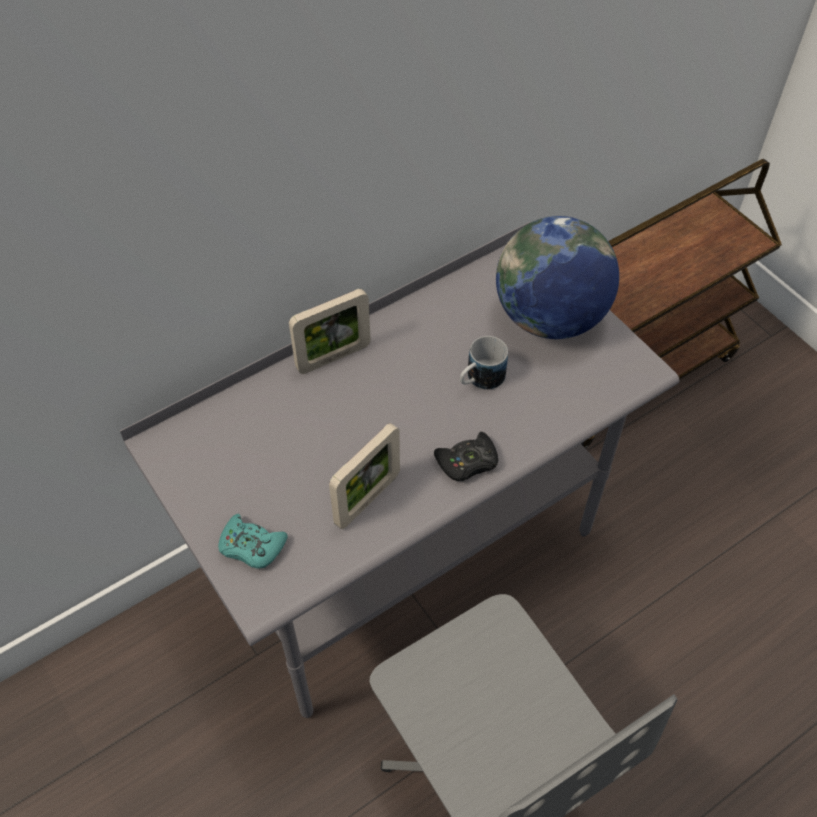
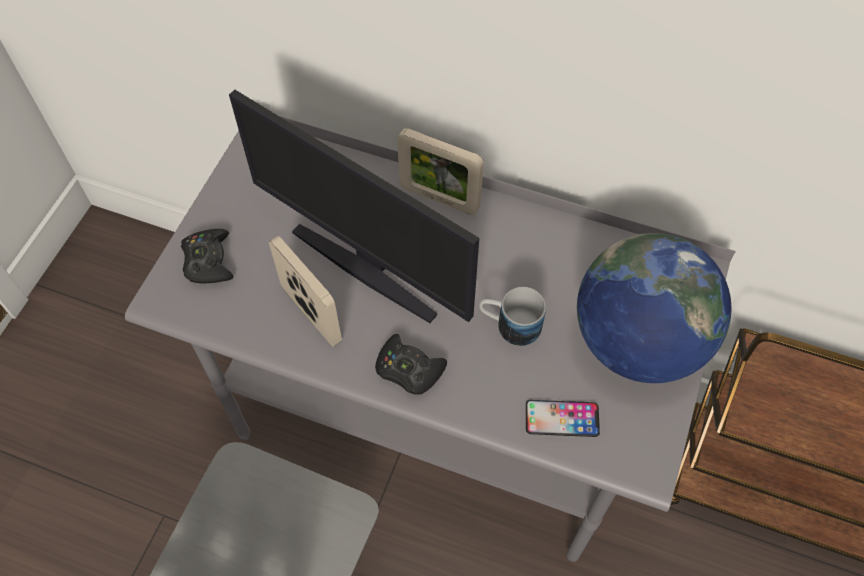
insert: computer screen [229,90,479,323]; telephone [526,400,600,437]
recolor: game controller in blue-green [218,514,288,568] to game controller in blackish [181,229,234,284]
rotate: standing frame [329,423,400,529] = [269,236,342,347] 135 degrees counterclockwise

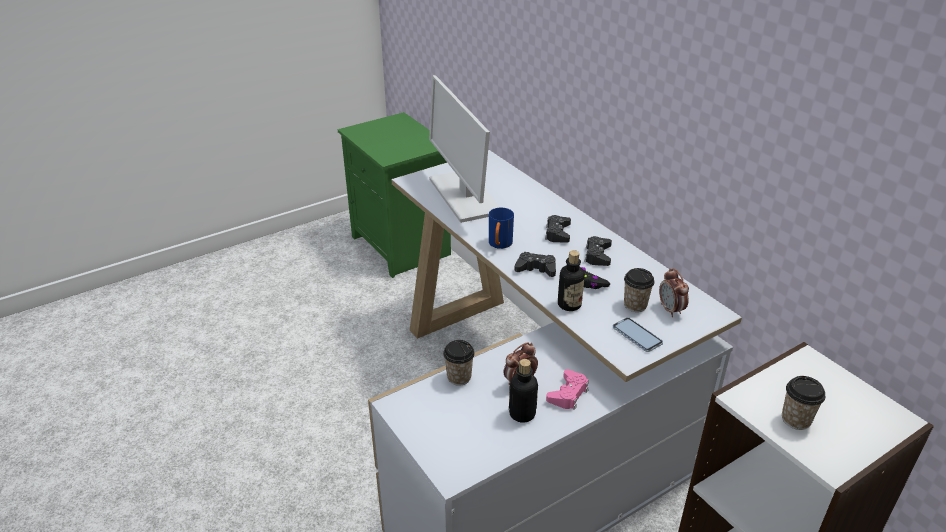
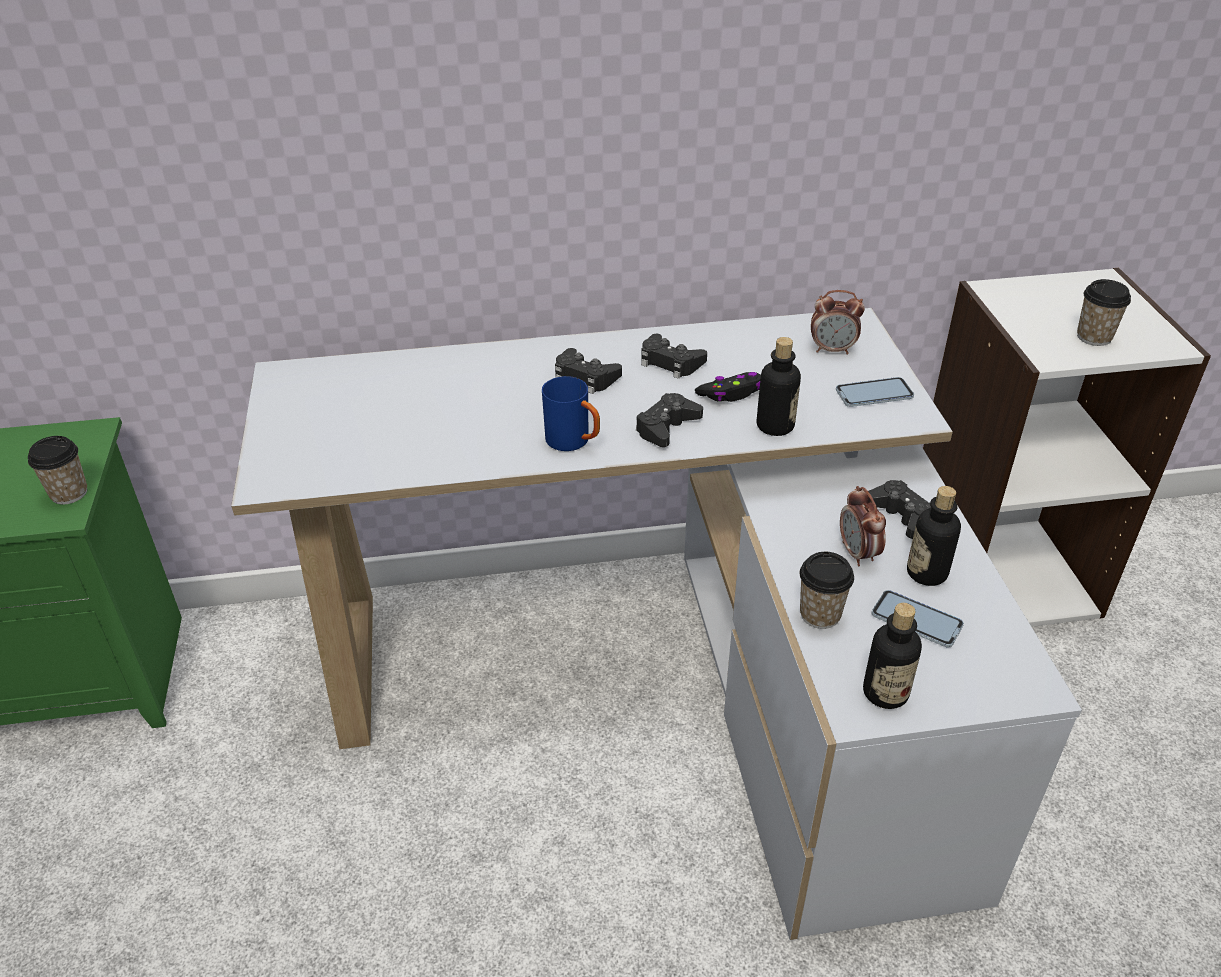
delete: computer screen [429,75,501,223]
insert: drink bottle [863,603,922,709]; telephone [872,590,964,648]
move: drinking cup [624,268,654,312] to [28,436,87,505]
recolor: game controller in pink-coloured [546,369,589,410] to game controller in blackish [868,480,931,539]

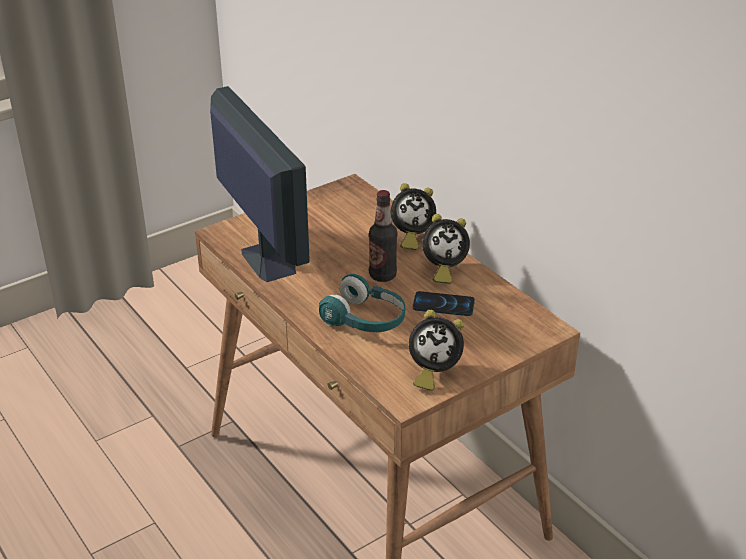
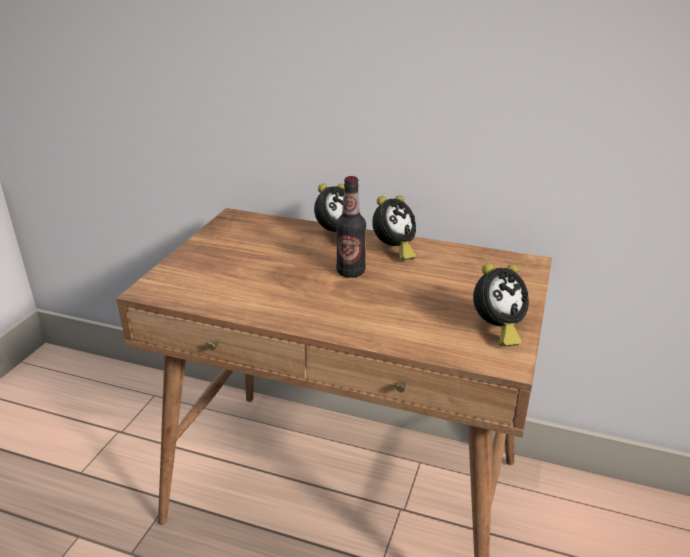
delete: computer screen [210,86,310,282]; headset in blue-green [319,274,405,332]; telephone [413,291,475,316]

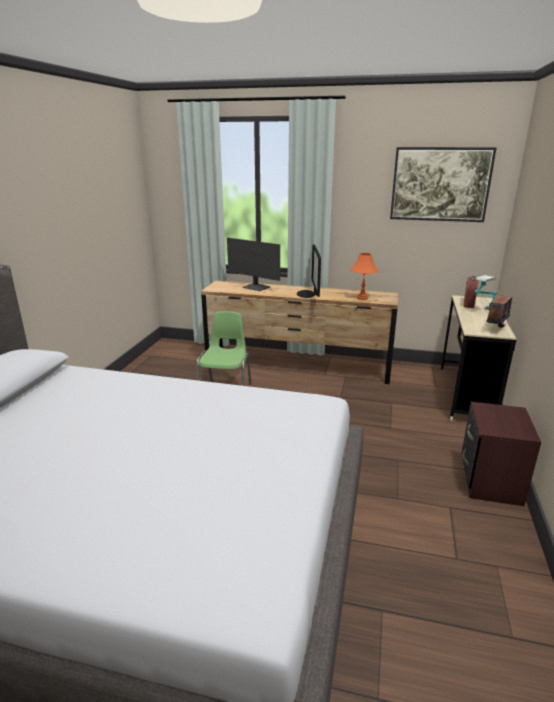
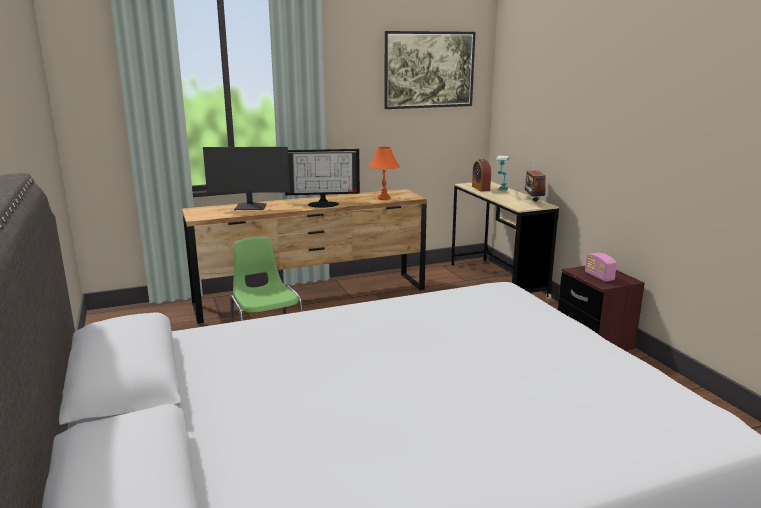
insert: radio set [585,253,617,282]
rotate: computer screen [297,244,321,298] = [285,149,360,208] 60 degrees counterclockwise

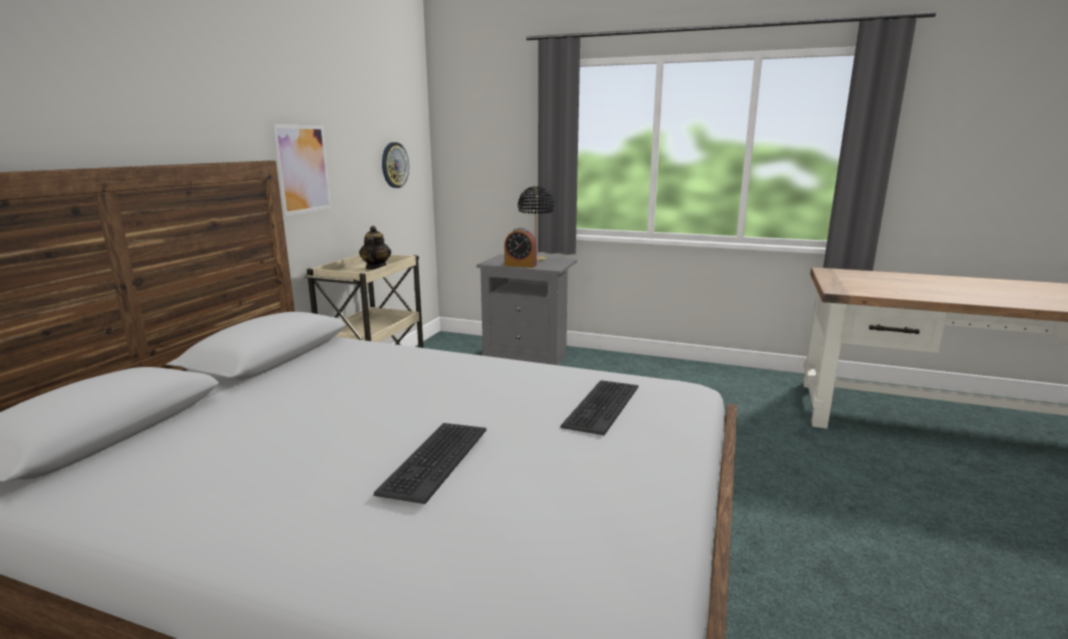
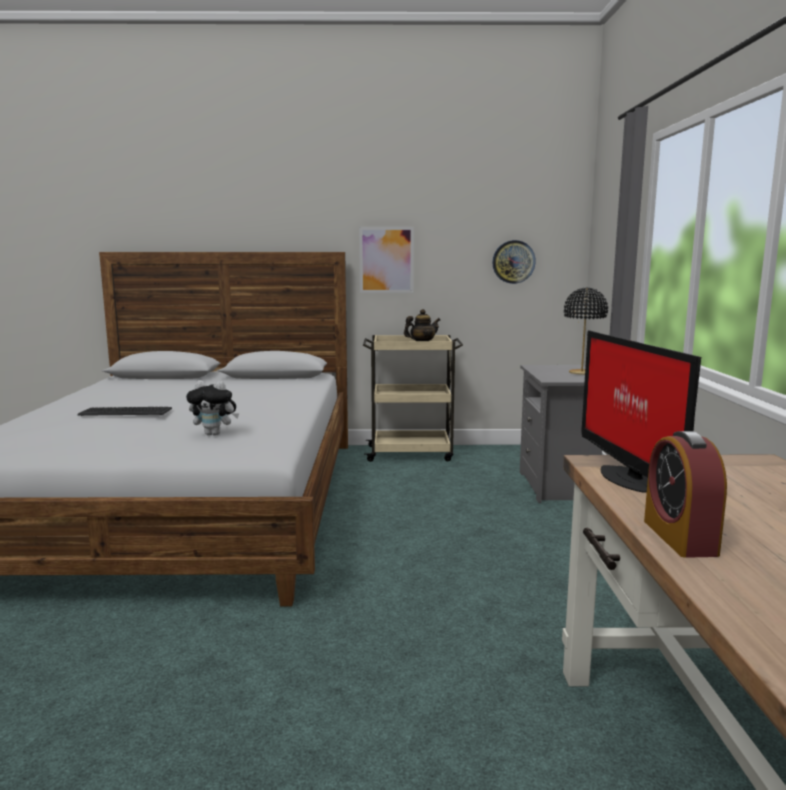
insert: computer screen [581,330,701,493]
move: alarm clock [504,228,537,268] to [644,431,727,558]
replace: keyboard [561,380,638,435] to soft toy [186,380,239,436]

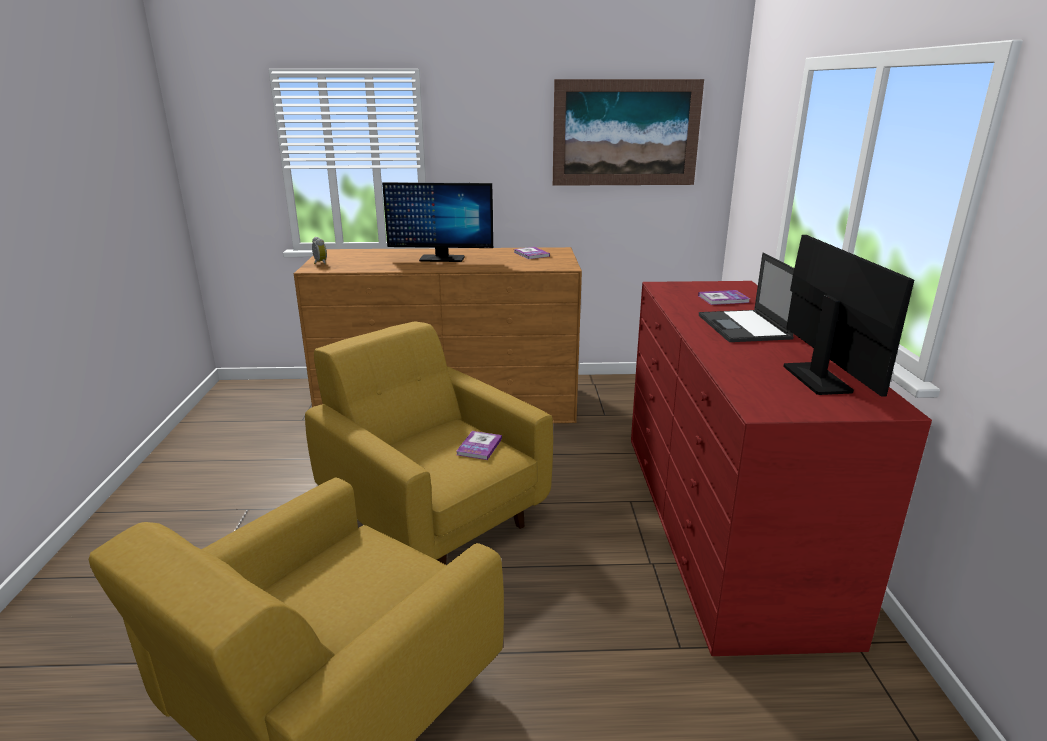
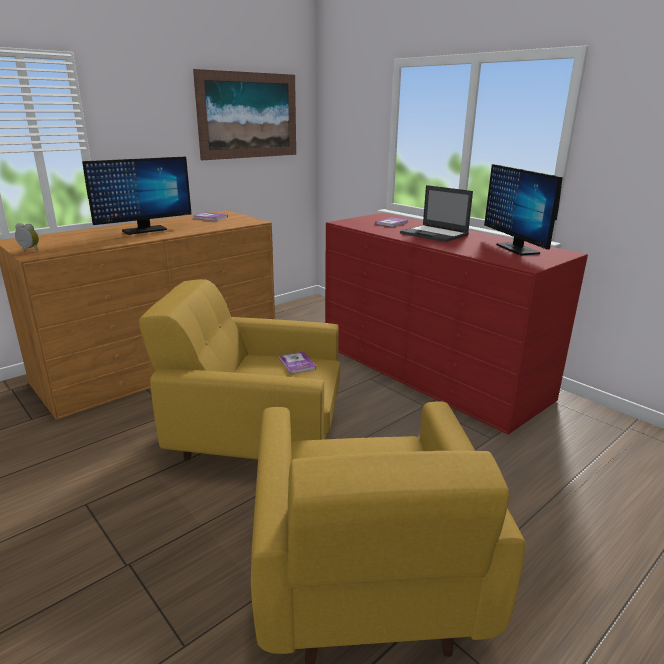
rotate: computer screen [784,235,914,397] = [484,164,563,255] 150 degrees counterclockwise

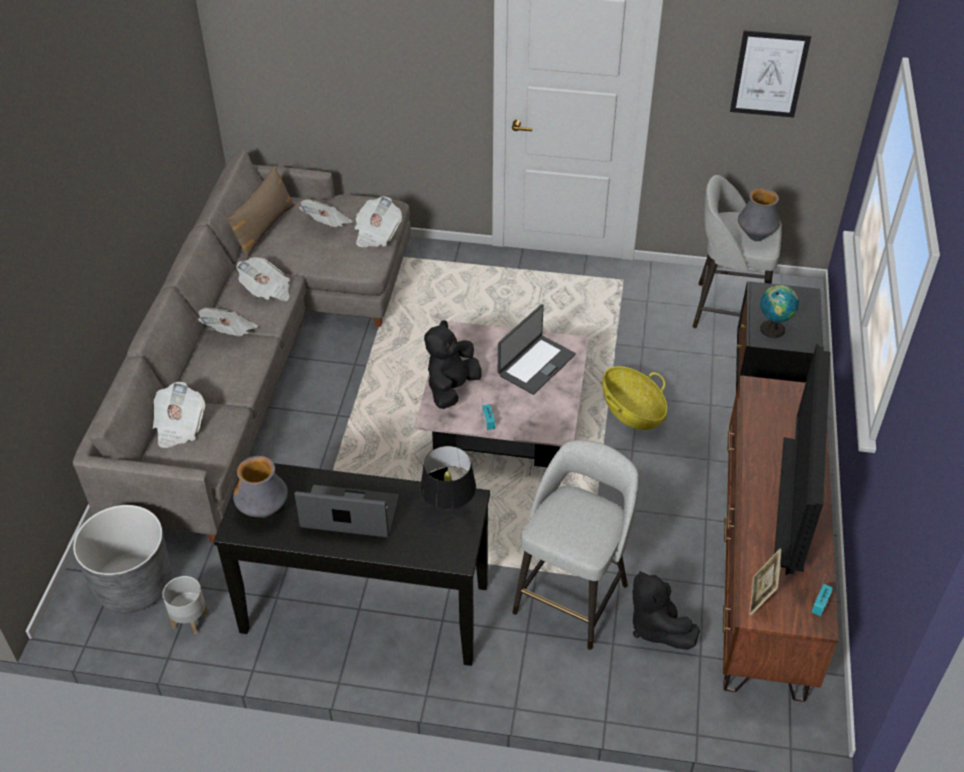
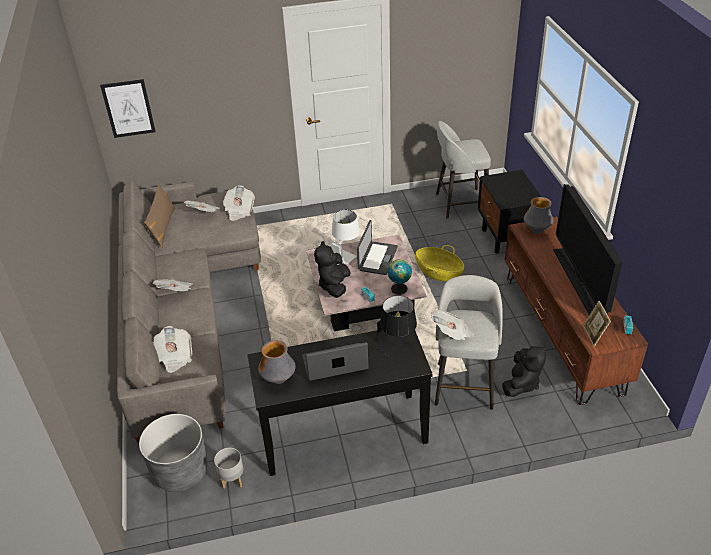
insert: tabletop lamp in white-coloured [331,210,360,264]
move: daily paper [236,257,290,301] to [431,309,475,340]; picture [730,30,811,118] to [100,79,156,138]; decorative vase [738,188,780,241] to [524,197,554,234]; desk globe [760,285,799,338] to [387,259,412,295]
rotate: soft toy in blackish [632,571,700,650] = [502,345,546,397] 105 degrees counterclockwise

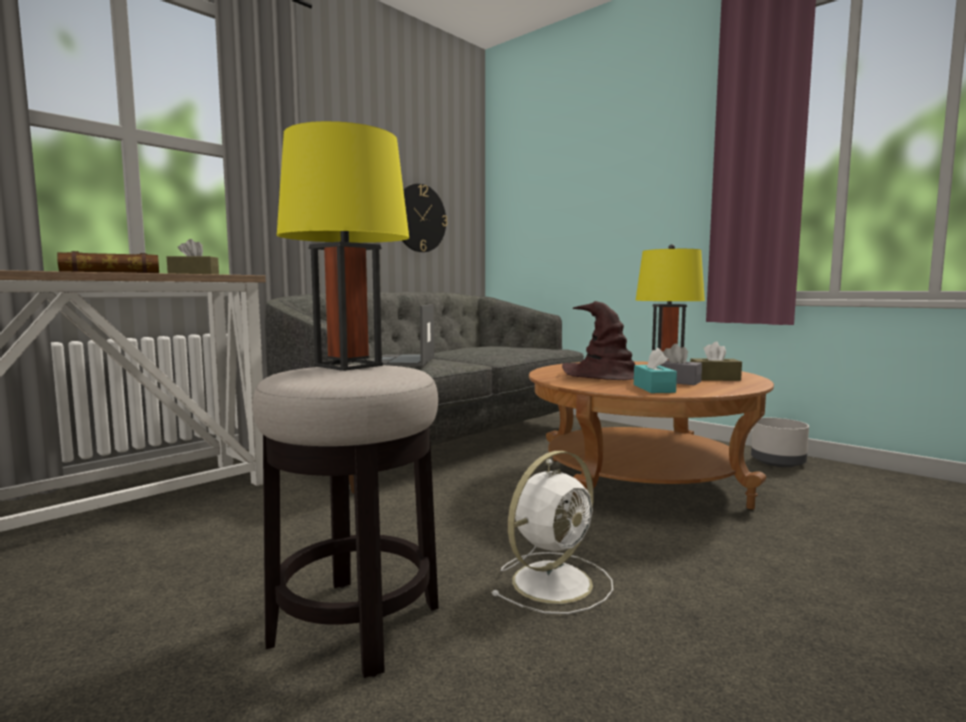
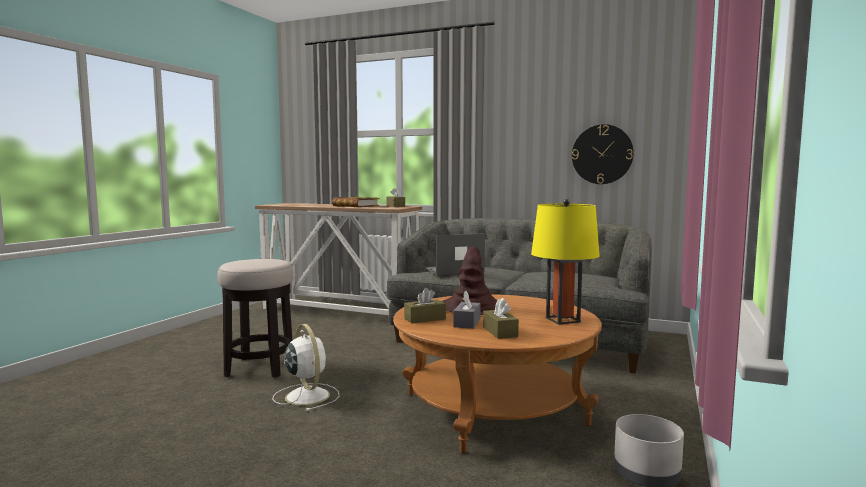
delete: tabletop lamp in yellow-coloured [276,121,409,371]
recolor: tissue holder in blue-green [634,348,677,393] to tissue holder in brownish [404,288,446,323]
rotate: electric fan in white-coloured [491,451,613,614] = [273,324,339,411] 150 degrees counterclockwise

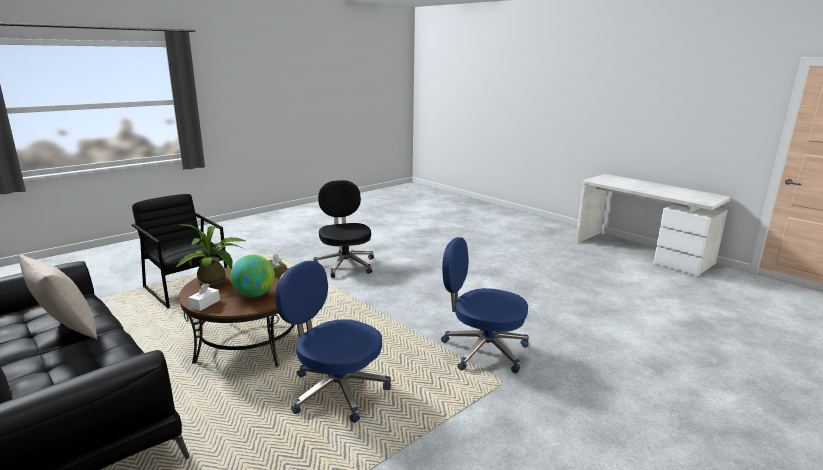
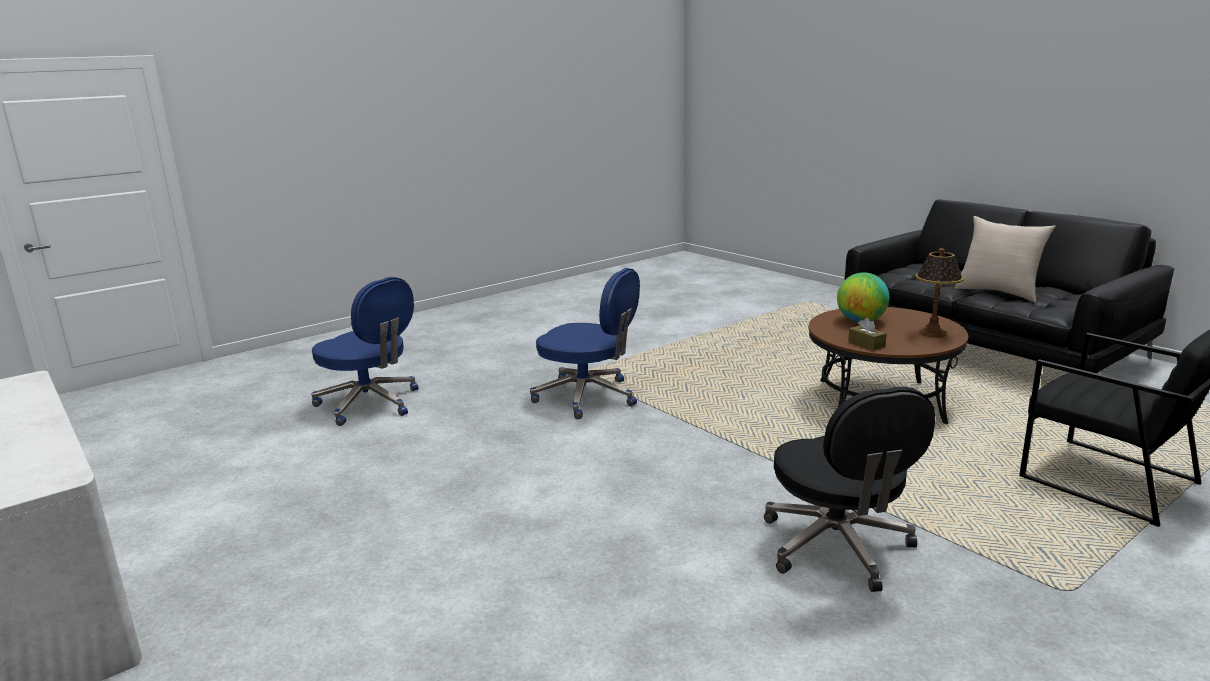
delete: tissue holder in white-coloured [188,283,220,311]
move: desk chair in blue [275,261,391,423] to [311,277,418,426]
replace: potted plant [176,224,245,286] to tabletop lamp [915,248,964,337]

